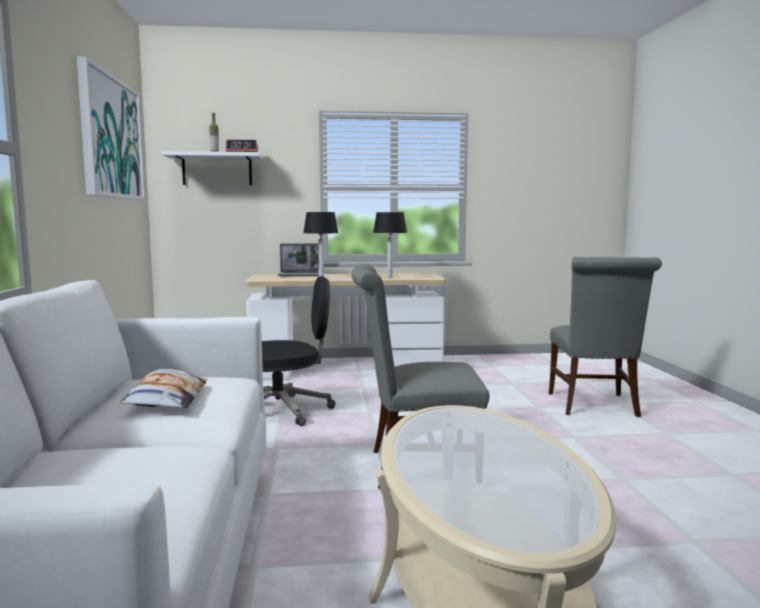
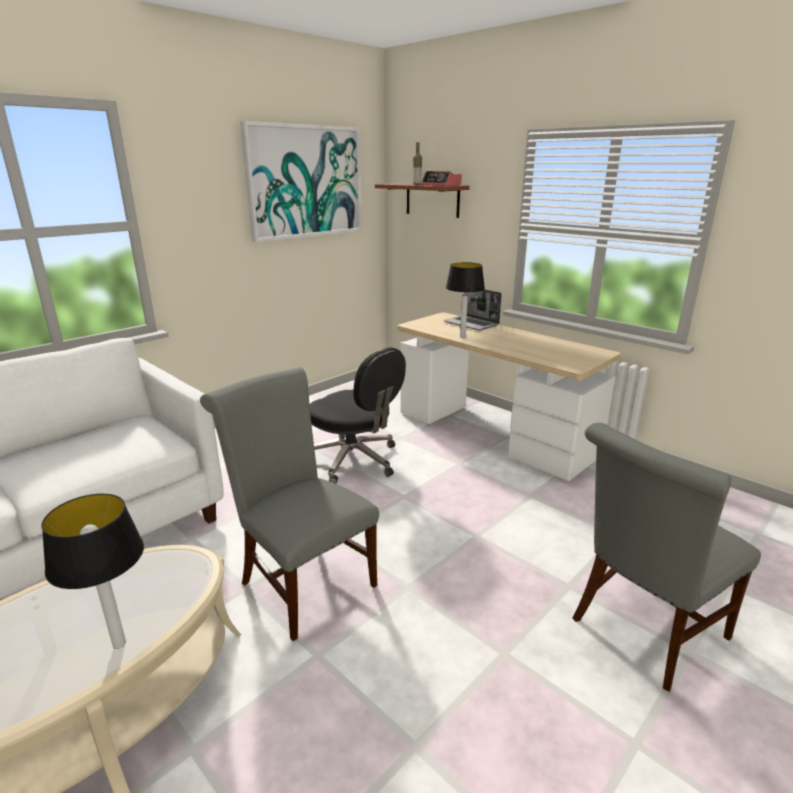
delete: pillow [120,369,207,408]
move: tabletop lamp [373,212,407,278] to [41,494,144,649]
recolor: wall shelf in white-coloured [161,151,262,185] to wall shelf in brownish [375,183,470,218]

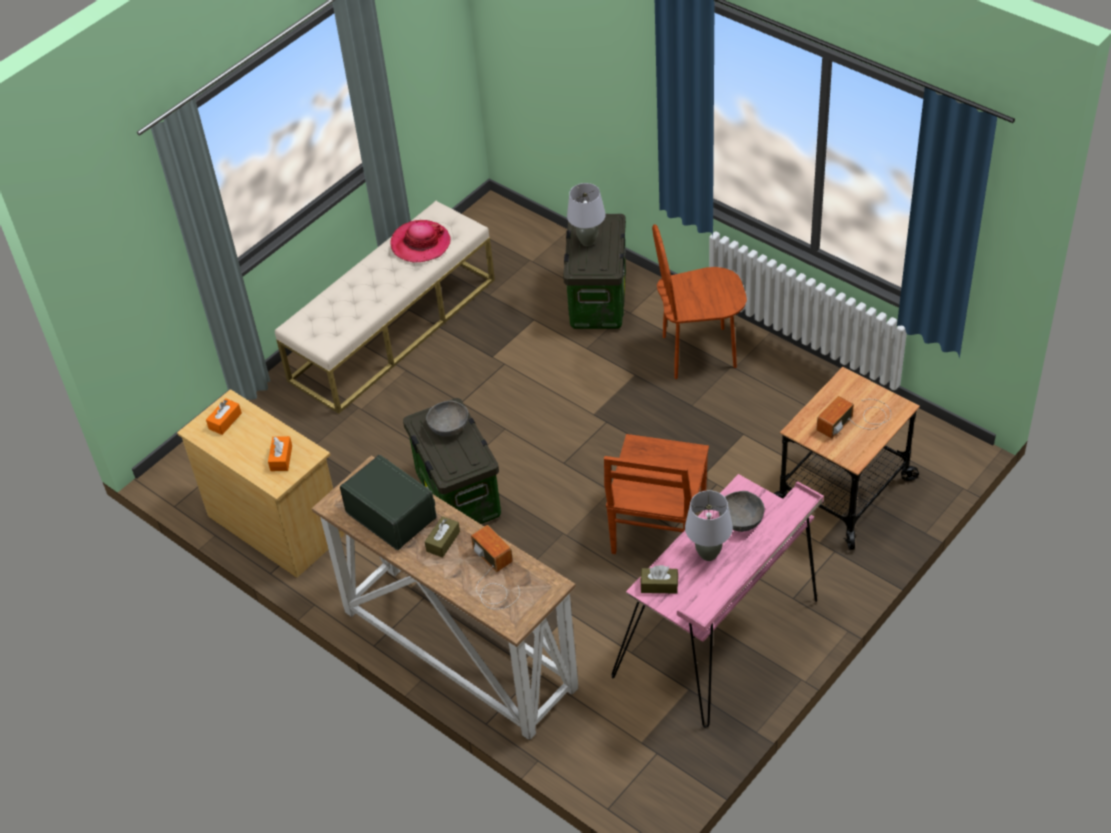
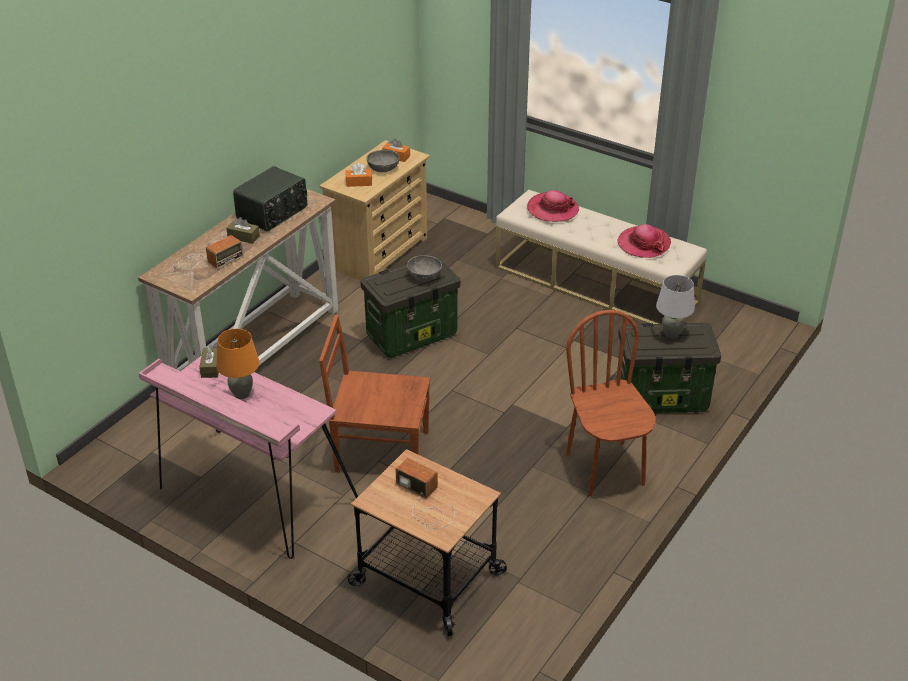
insert: clothing hat [527,190,579,222]
move: deep dish in gray [719,491,765,532] to [367,150,399,172]
recolor: tabletop lamp in gray [685,490,733,561] to tabletop lamp in orange-coloured [216,329,259,399]

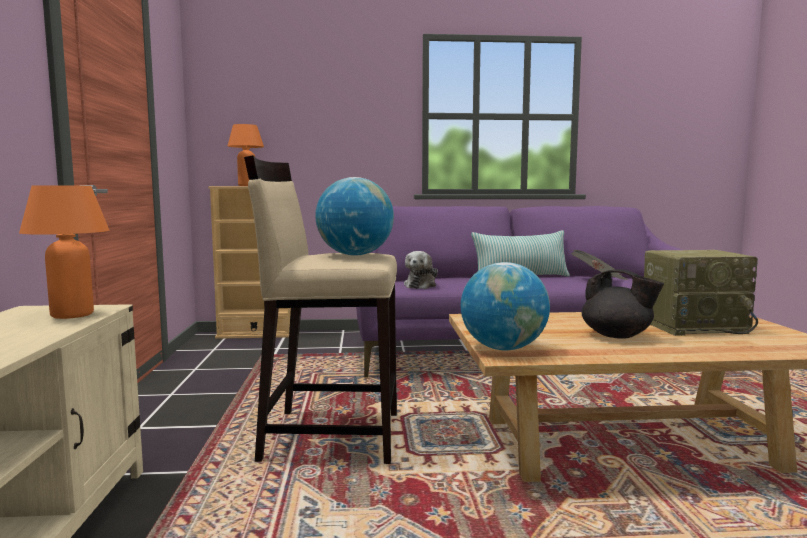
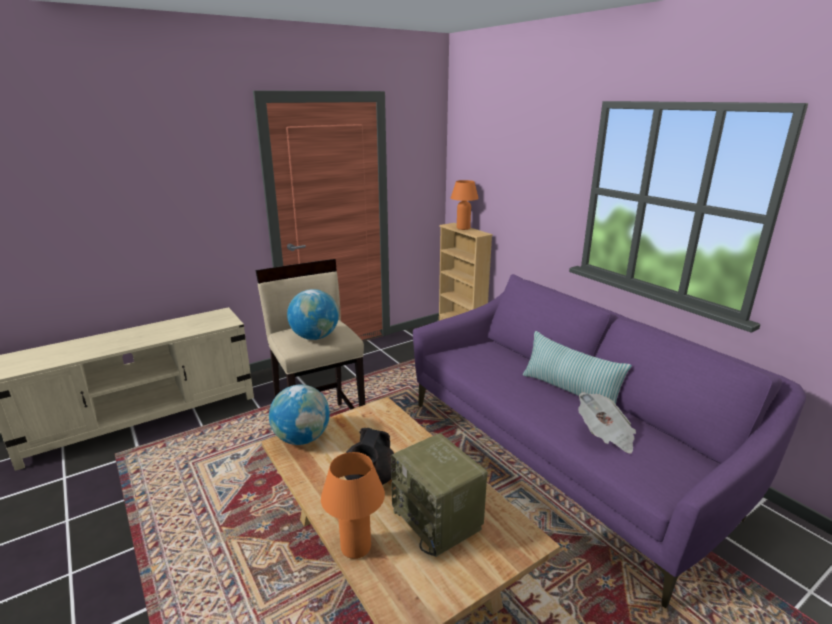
delete: soft toy [404,251,438,289]
move: tabletop lamp in orange-coloured [19,185,109,319] to [321,452,385,559]

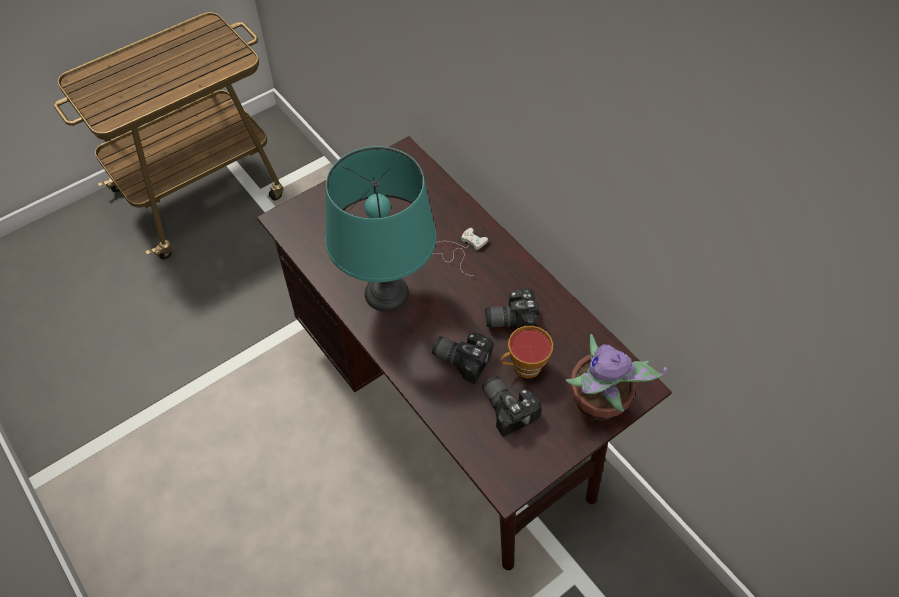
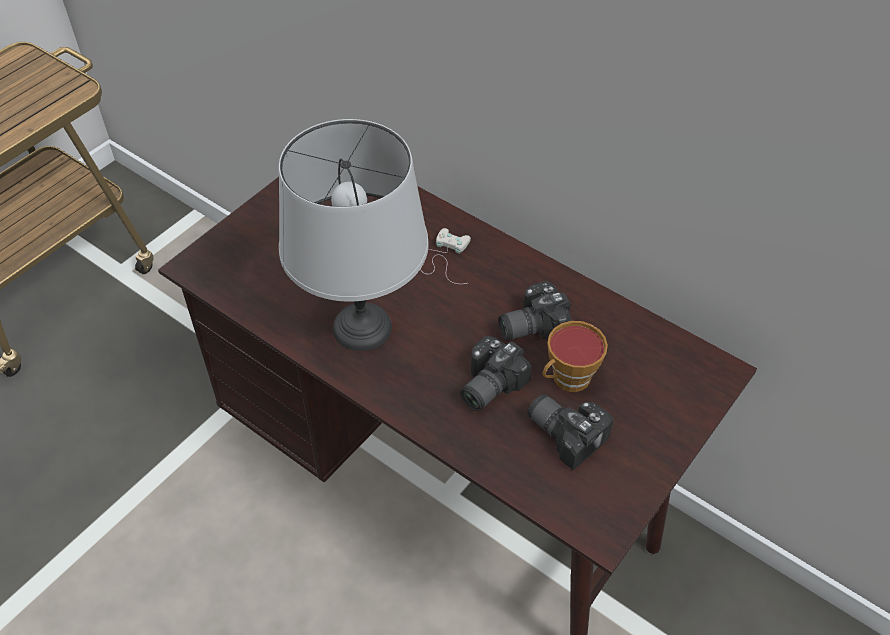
delete: potted plant [566,334,667,421]
recolor: tabletop lamp in blue-green [325,146,436,312] to tabletop lamp in gray [278,119,429,351]
rotate: still camera [432,333,493,384] = [460,336,532,411] 60 degrees counterclockwise

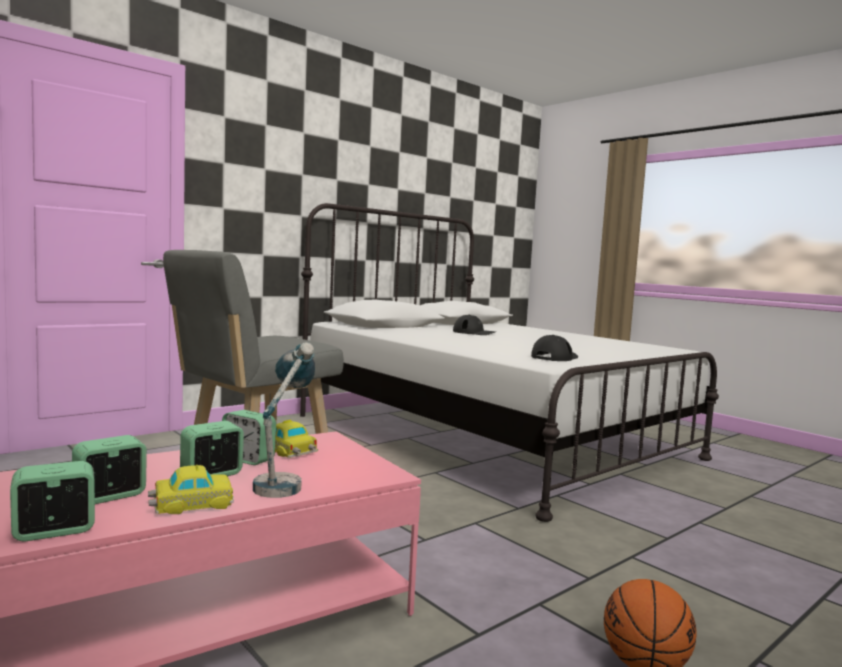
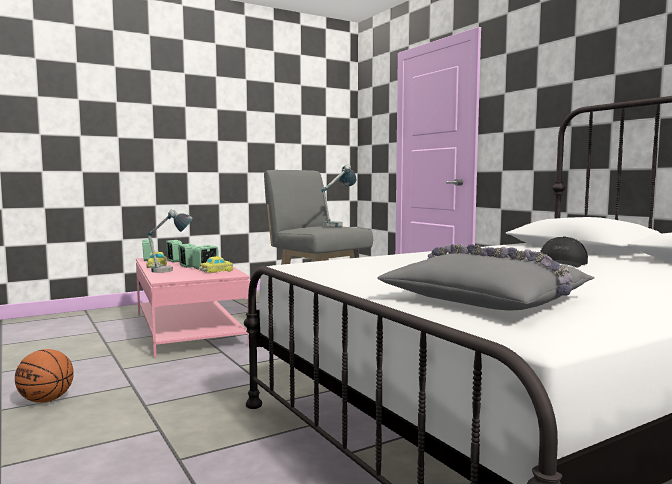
delete: cap in blackish [531,335,578,361]
insert: tabletop lamp [321,164,357,227]; pillow in gray [377,244,595,311]

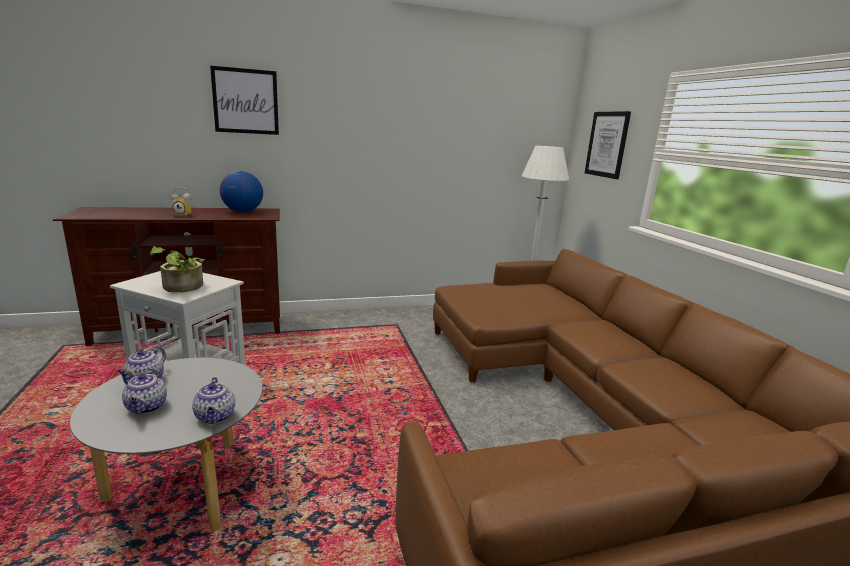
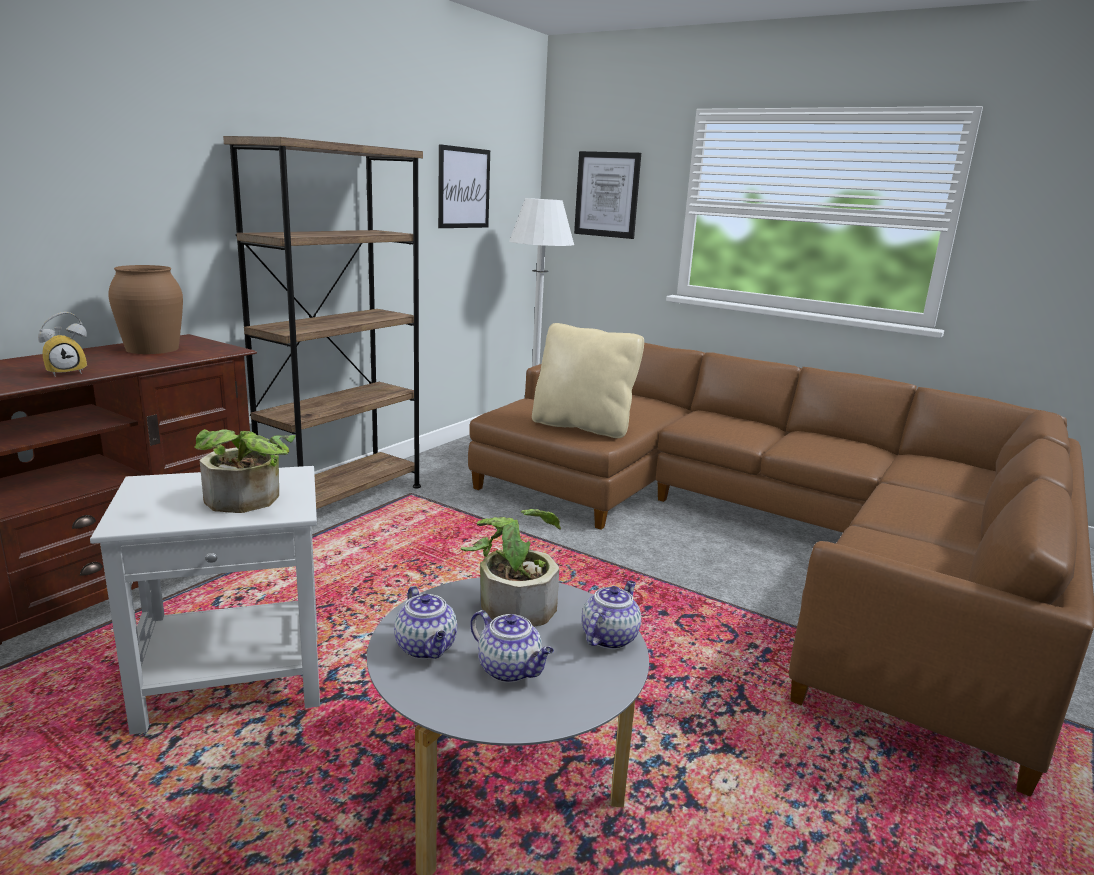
insert: bookshelf in brownish [223,136,423,509]; potted plant [461,509,561,627]; pillow in beige [532,323,644,438]
move: picture [210,66,279,135] to [438,144,490,228]
replace: desk globe [220,171,263,212] to decorative vase in brownish [108,265,183,354]
rotate: tea pot [192,377,235,424] = [581,581,641,650] 90 degrees counterclockwise

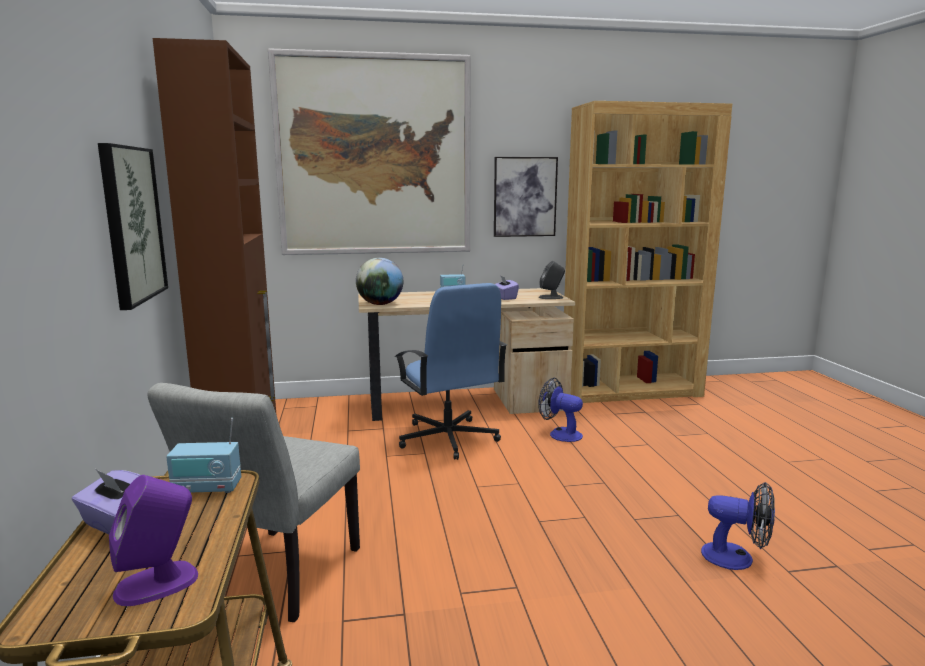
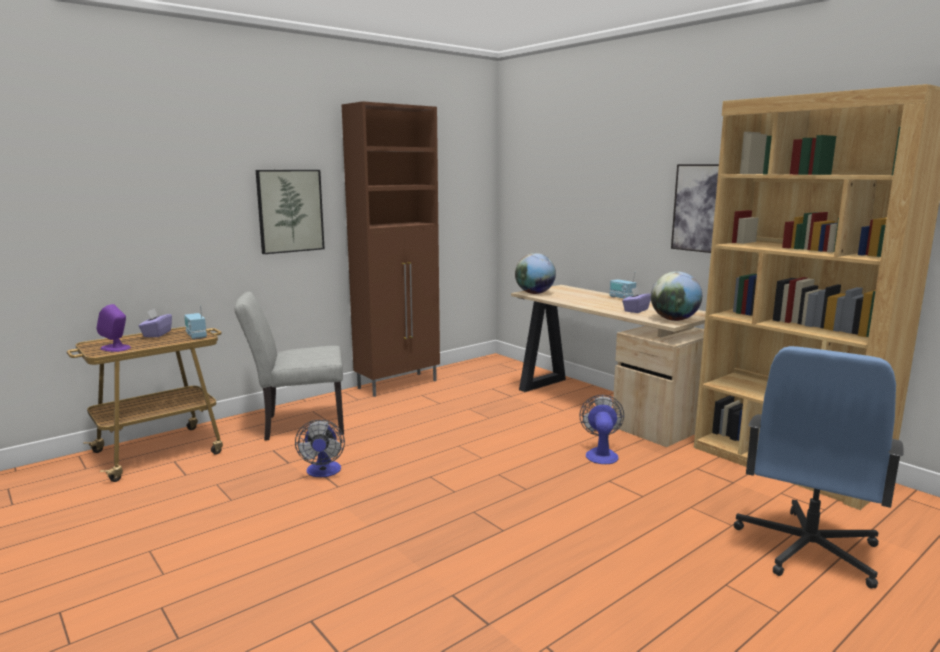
delete: picture [268,48,471,255]
move: desk chair in blue [395,283,507,460] to [734,346,904,589]; electric fan [701,482,775,570] to [295,420,345,477]
replace: speaker in gray [539,261,565,299] to desk globe [651,271,702,321]

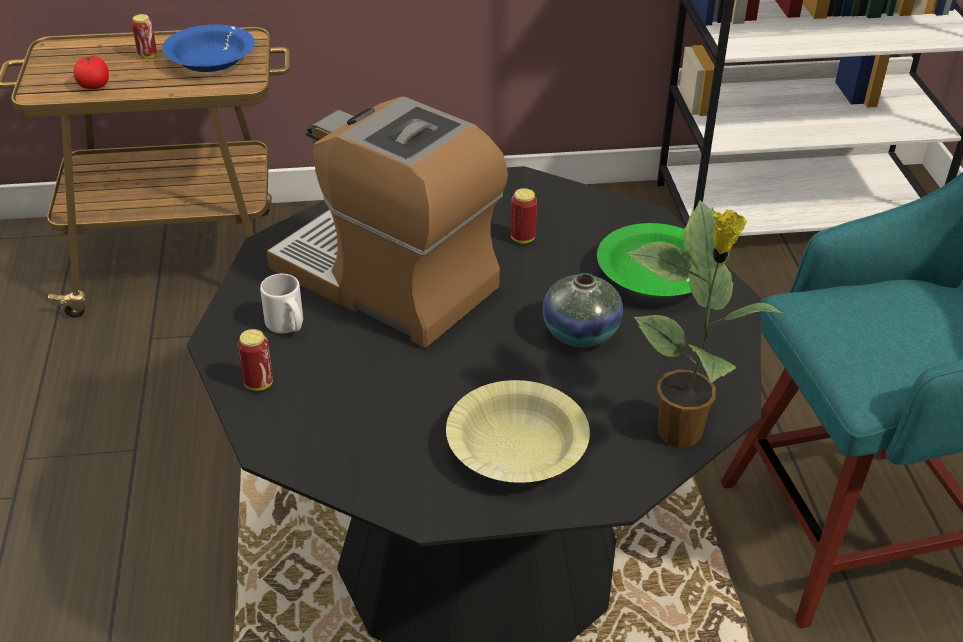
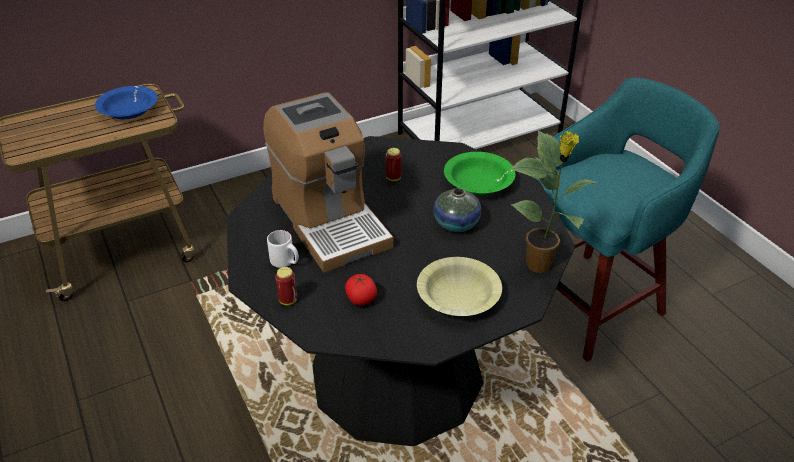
delete: can [132,14,157,59]
move: fresh tomato [74,55,109,89] to [345,273,377,305]
rotate: coffee machine [267,97,508,348] = [263,92,393,273] 135 degrees counterclockwise

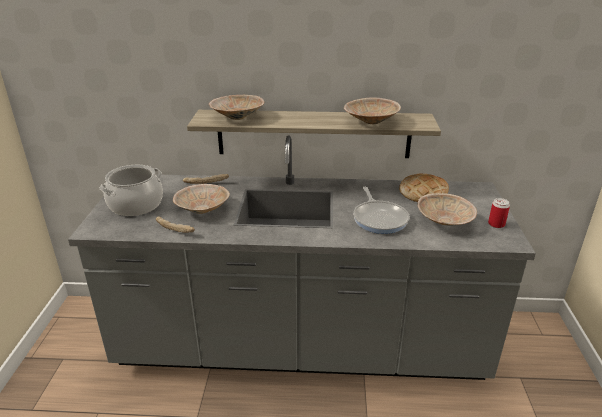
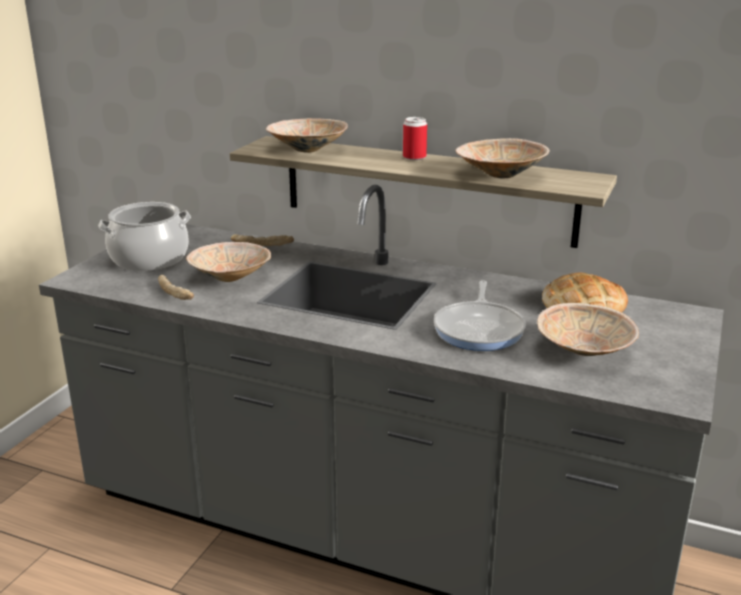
move: can [488,198,510,228] to [403,117,427,160]

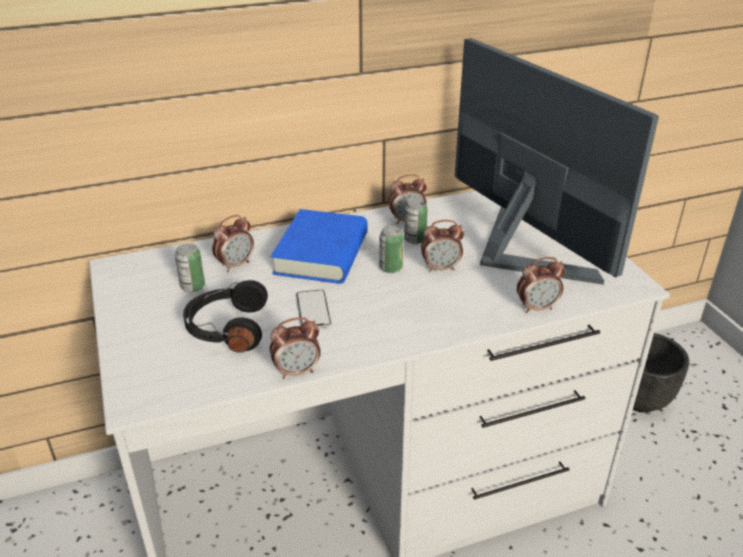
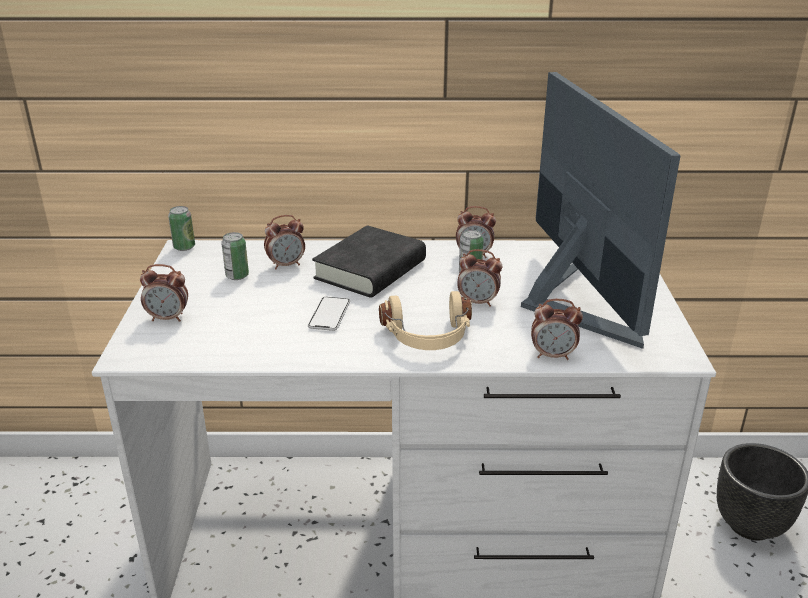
delete: headset in blackish [183,280,268,353]
insert: headset in beige [379,291,472,350]
move: alarm clock [270,317,321,379] to [140,264,188,322]; can [379,225,404,273] to [168,206,195,251]
recolor: bound book in blue [271,209,368,284] to bound book in blackish [312,225,426,298]

